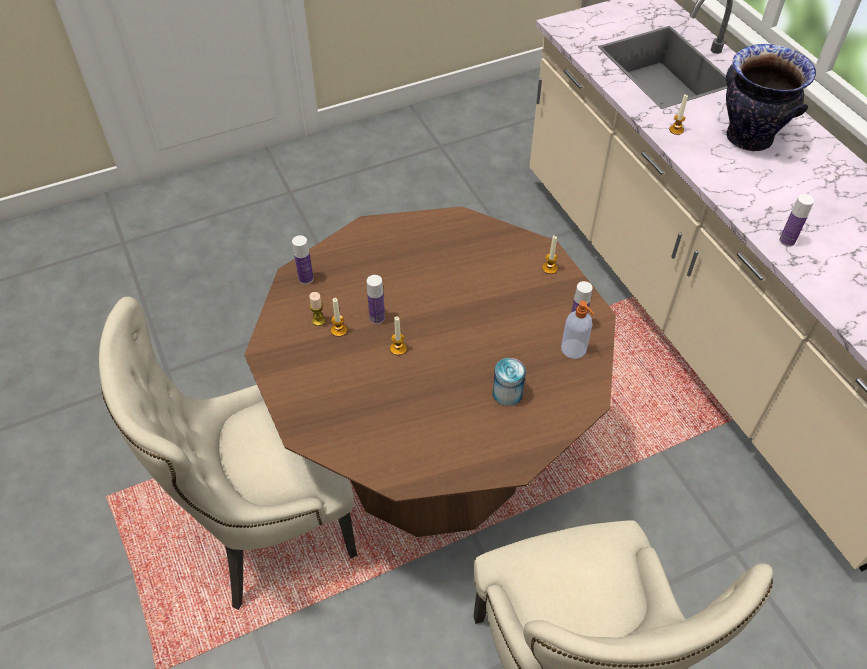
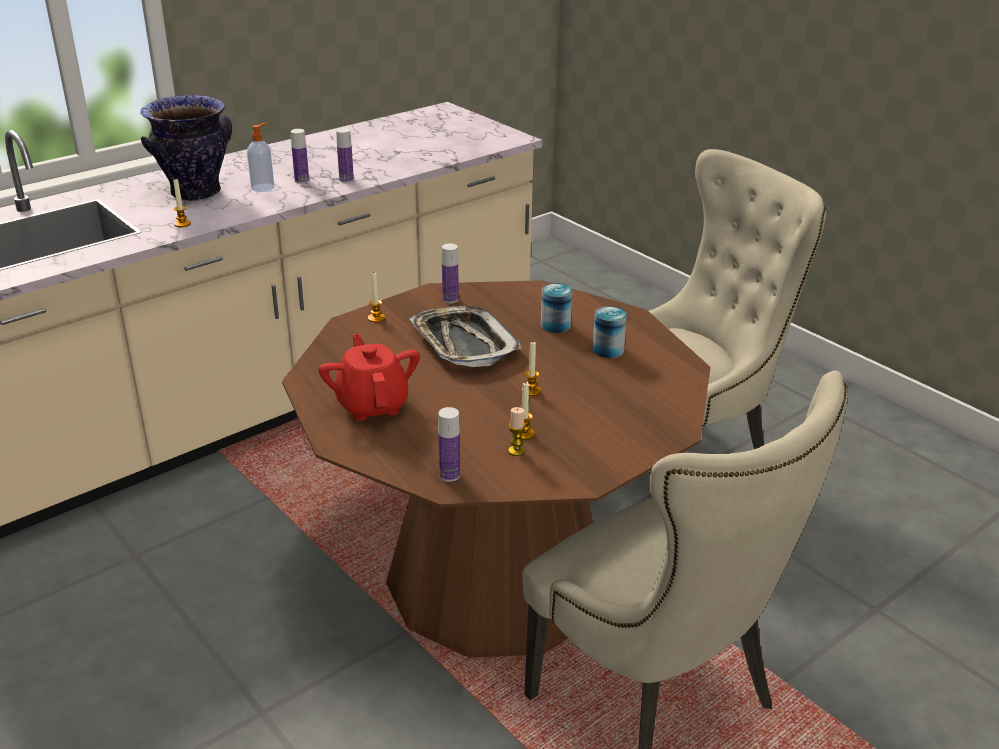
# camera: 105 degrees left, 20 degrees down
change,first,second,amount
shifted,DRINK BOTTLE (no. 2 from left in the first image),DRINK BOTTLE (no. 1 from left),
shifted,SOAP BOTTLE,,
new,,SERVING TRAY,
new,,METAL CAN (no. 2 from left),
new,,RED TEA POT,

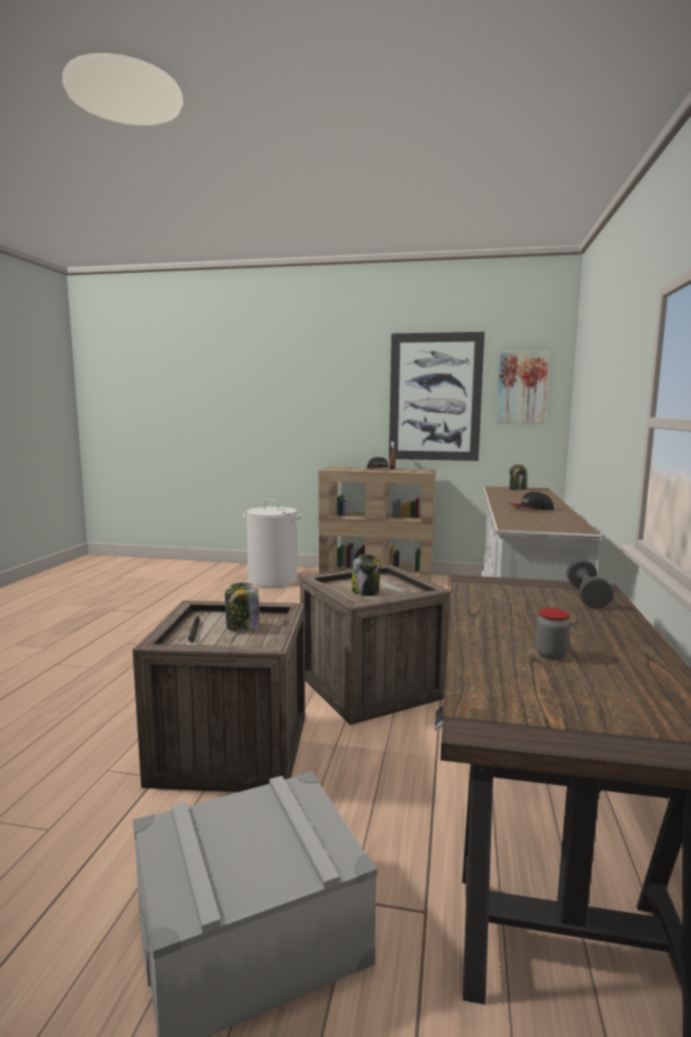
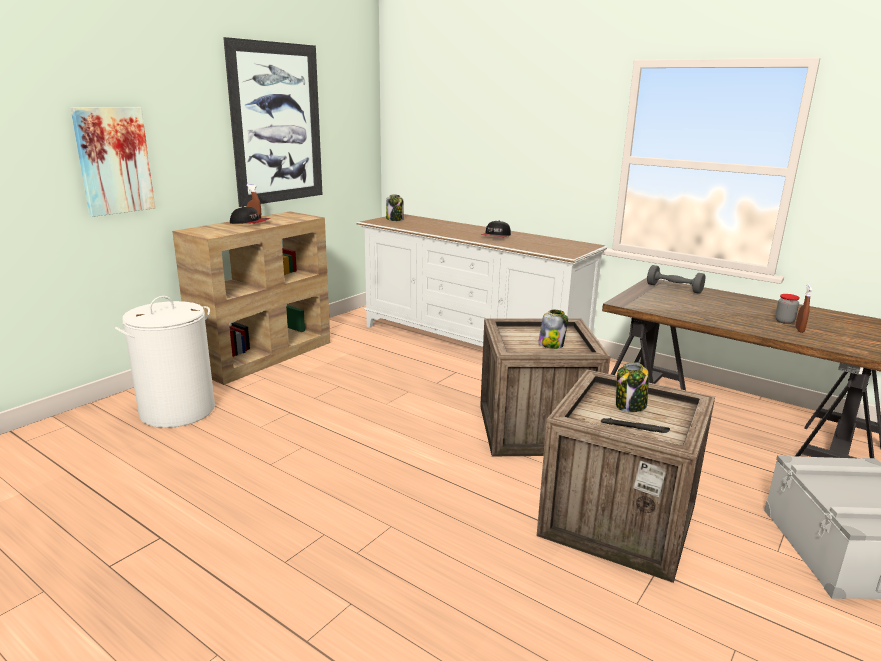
# camera: 65 degrees left, 10 degrees up
change,first,second,amount
shifted,PICTURE (no. 2 from left in the first image),PICTURE (no. 1 from left),
new,,BROWNISH SPRAYER (no. 2 from left),

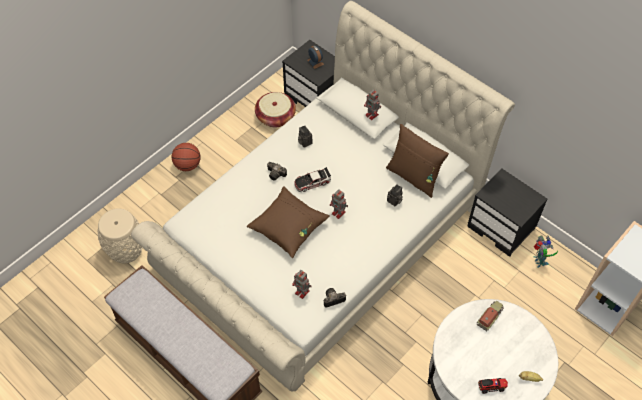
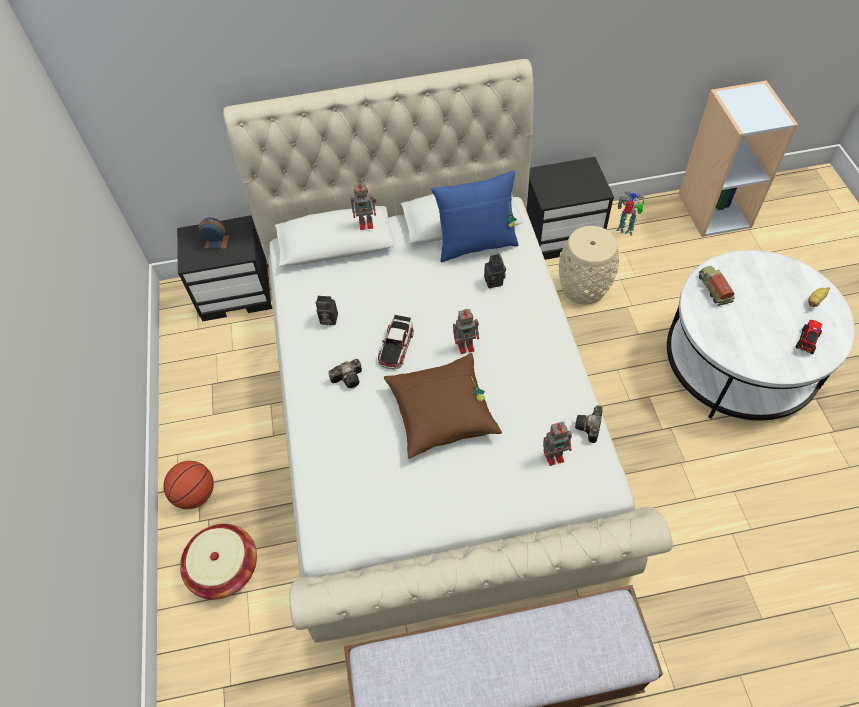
# camera: 50 degrees left, 0 degrees up
change,first,second,amount
shifted,HOUSEHOLD BASKET,,
repainted,BROWNISH THROW PILLOW (no. 2 from left),BLUE THROW PILLOW,
shifted,SAND-COLOURED STOOL SEAT,,

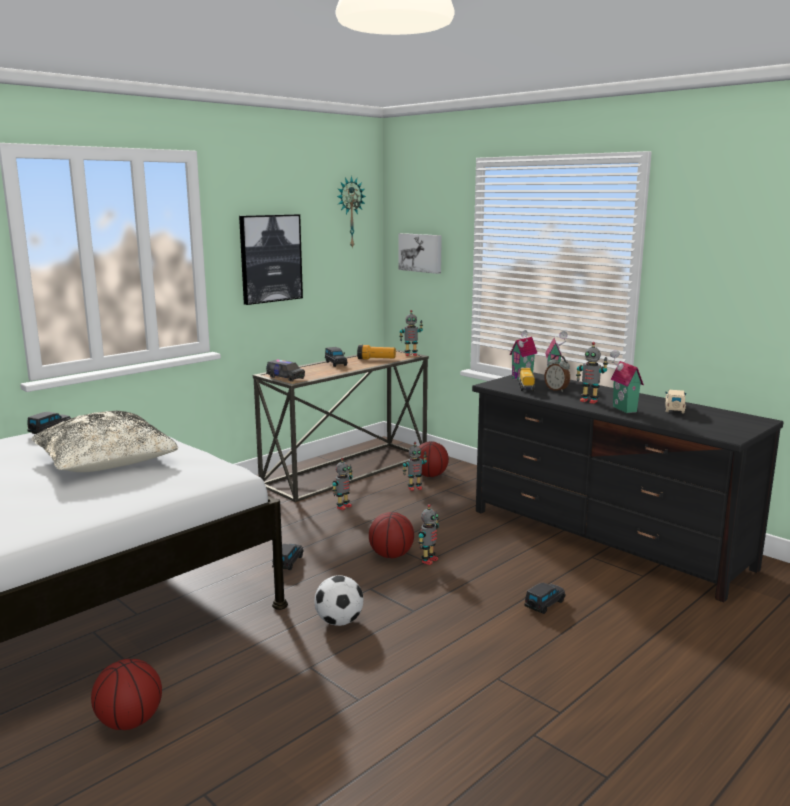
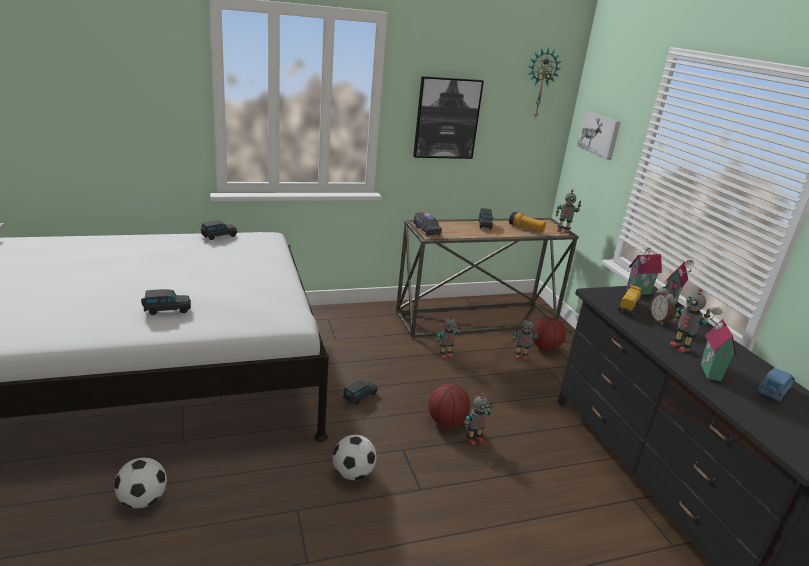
# camera: 25 degrees right, 10 degrees up
change,first,second,amount
repainted,SAND-COLOURED MINIATURE CAR,BLUE MINIATURE CAR,
gone,SAND-COLOURED THROW PILLOW,,
shifted,BLACK MINIATURE CAR (no. 4 from left in the first image),BLACK MINIATURE CAR (no. 1 from left),
swapped,BALL FOR BASKETBALL (no. 1 from left),FOOTBALL (no. 1 from left),

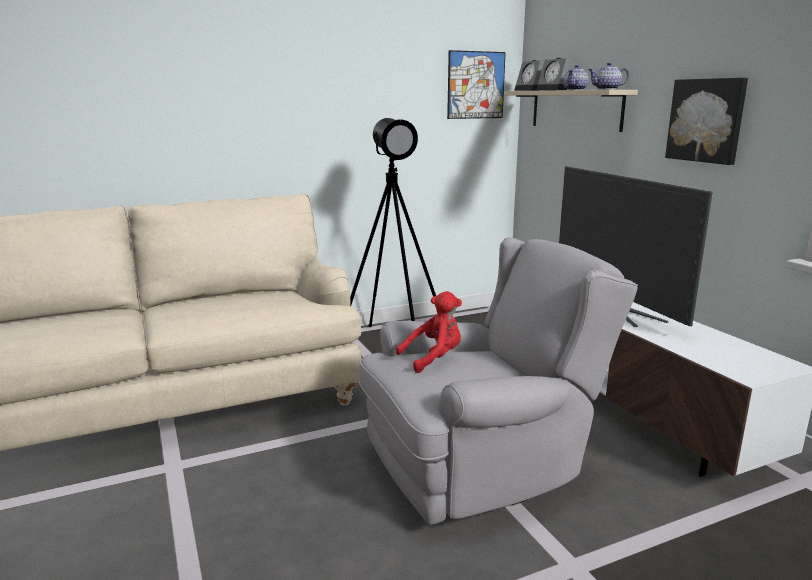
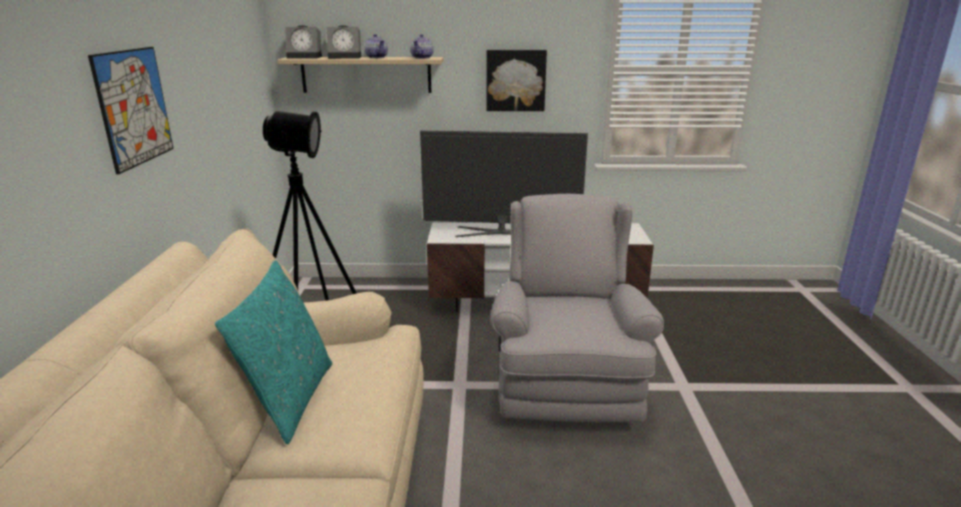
# camera: 65 degrees left, 5 degrees up
change,first,second,amount
shifted,PICTURE (no. 1 from left),,
gone,RED PLUSH TOY,,
new,,BLUE-GREEN THROW PILLOW,

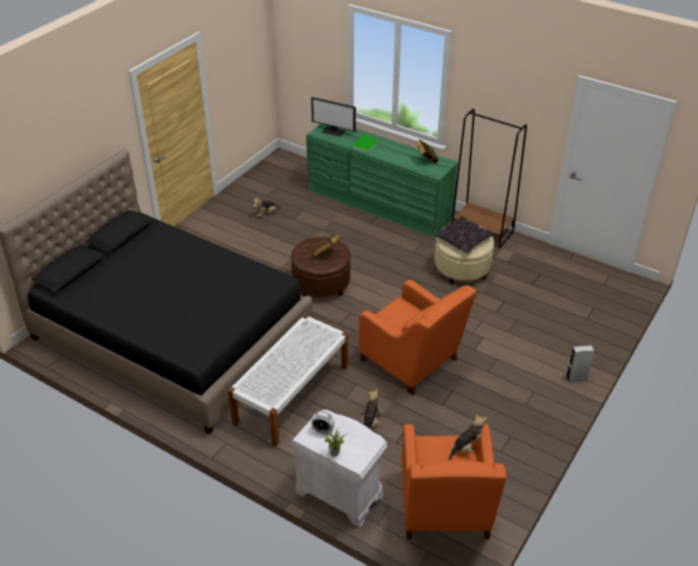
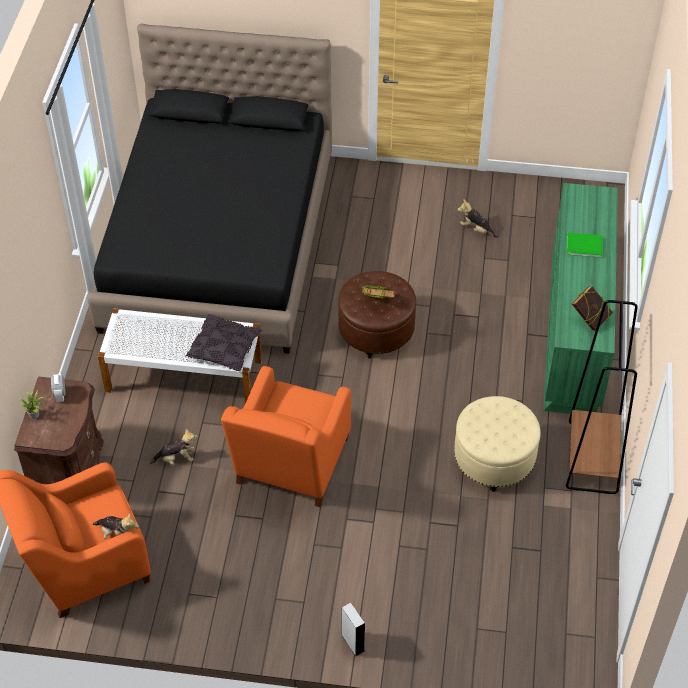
# camera: 65 degrees right, 10 degrees up
change,first,second,amount
gone,COMPUTER DISPLAY,,
shifted,BLACK THROW PILLOW,,
repainted,WHITISH BEDSIDE TABLE,BROWNISH BEDSIDE TABLE,

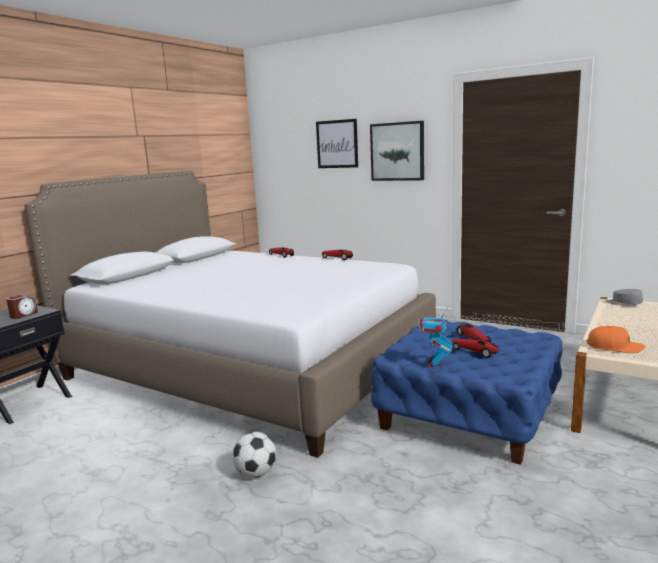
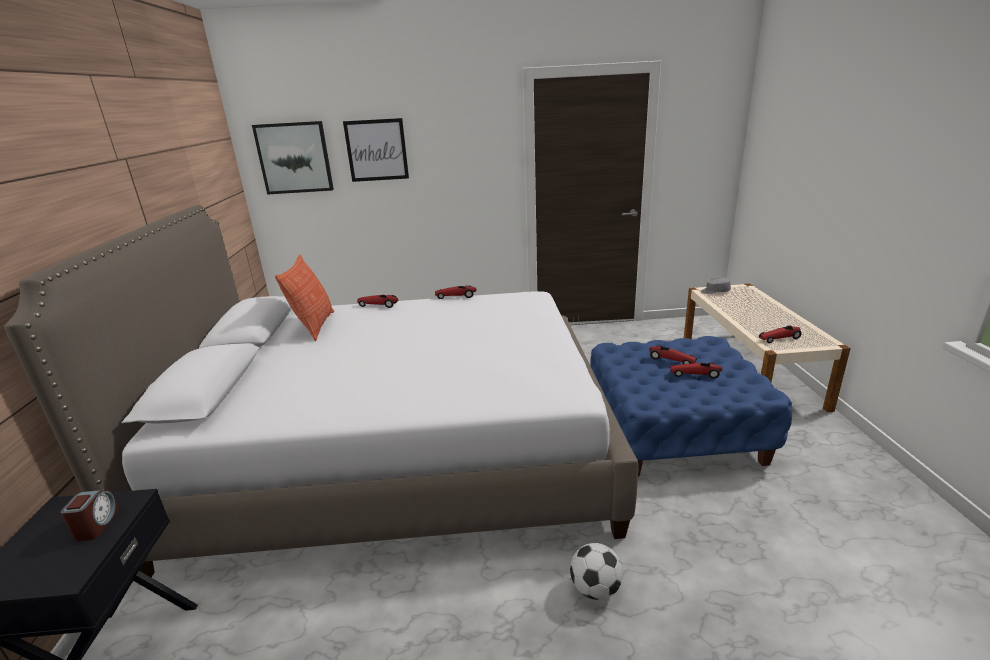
# camera: 35 degrees left, 10 degrees up
change,first,second,amount
shifted,PICTURE (no. 2 from left in the first image),PICTURE (no. 1 from left),
gone,TOY ROBOT,,
swapped,ORANGE BASEBALL CAP,MINIATURE CAR (no. 5 from left),
new,,ORANGE THROW PILLOW,

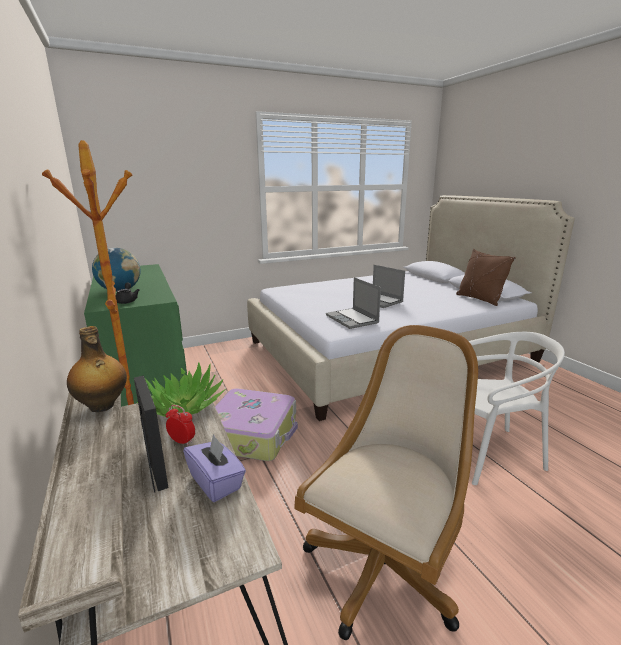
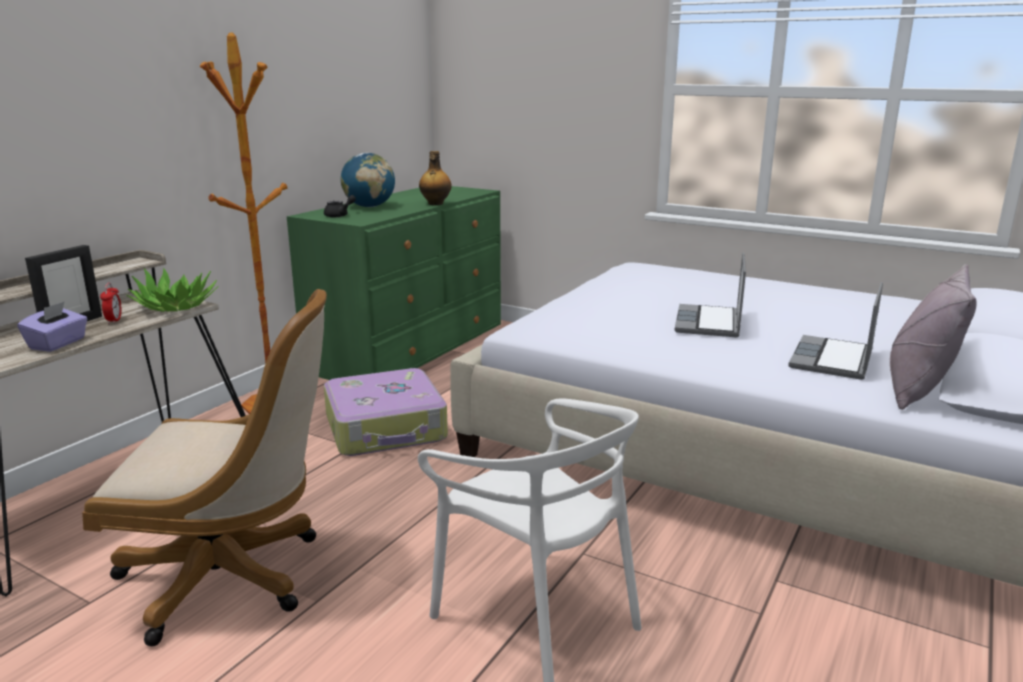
# camera: 55 degrees right, 0 degrees up
change,first,second,amount
repainted,BROWNISH THROW PILLOW,PURPLISH THROW PILLOW,
shifted,LAPTOP (no. 1 from left in the first image),LAPTOP (no. 2 from left),
shifted,DRINK BOTTLE,,

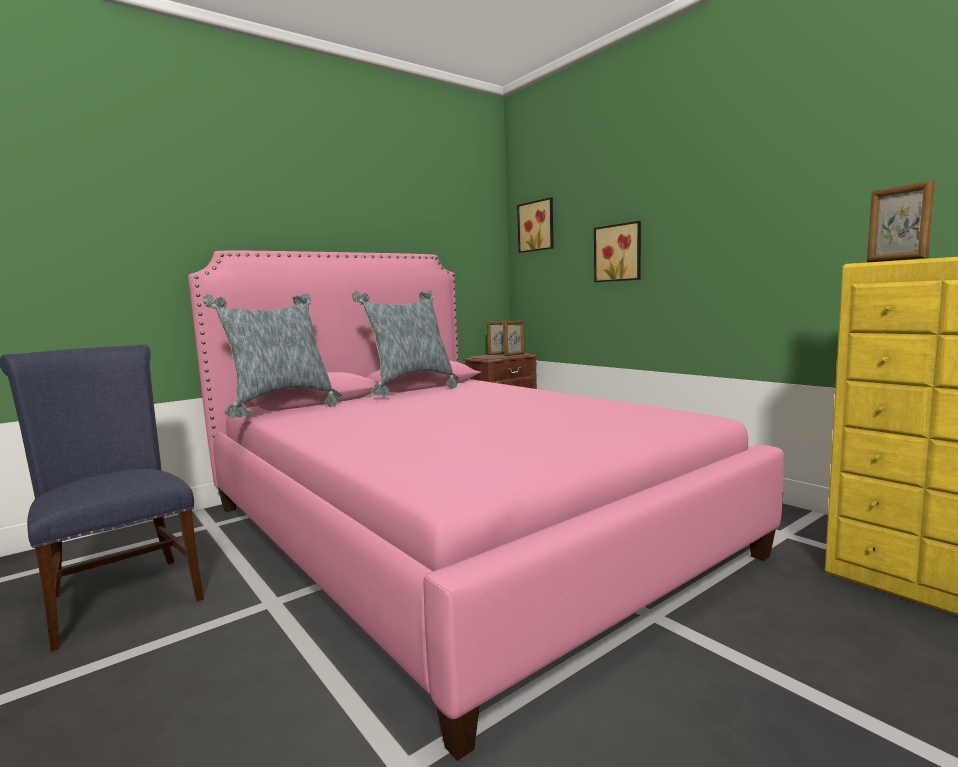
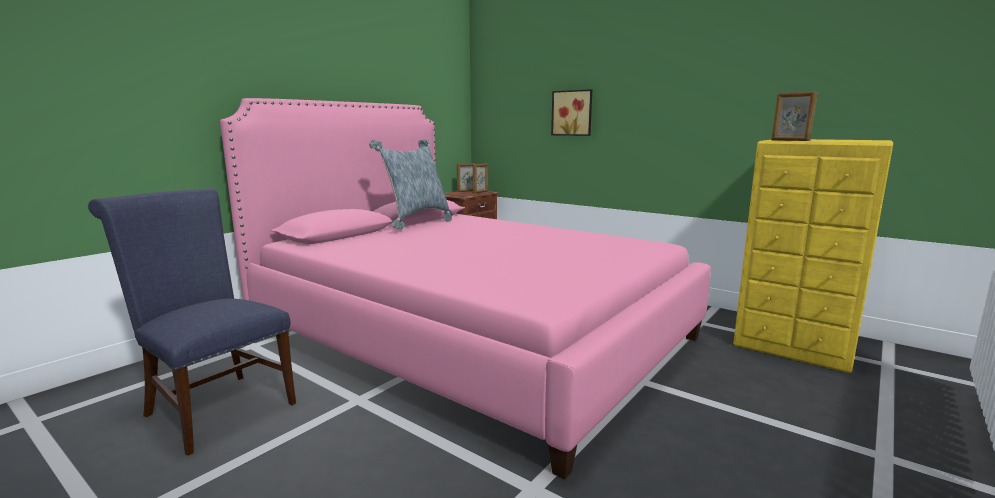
# camera: 15 degrees left, 5 degrees up
change,first,second,amount
gone,PICTURE (no. 1 from left),,
gone,THROW PILLOW (no. 1 from left),,

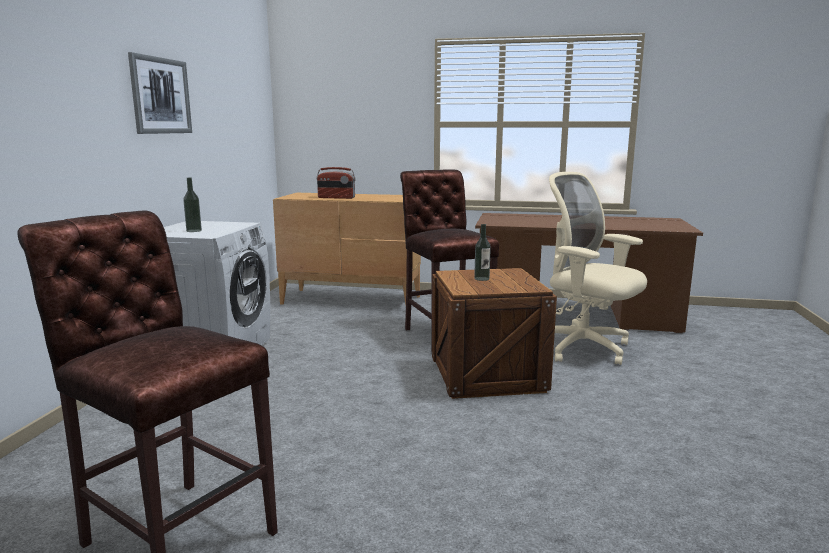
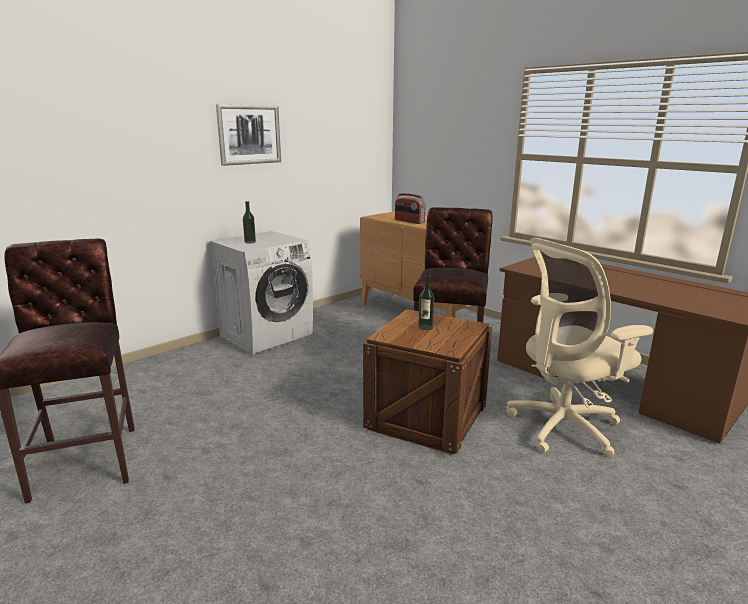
# camera: 35 degrees right, 5 degrees up
change,first,second,amount
rotated,SAND-COLOURED OFFICE CHAIR,,105 degrees counterclockwise

